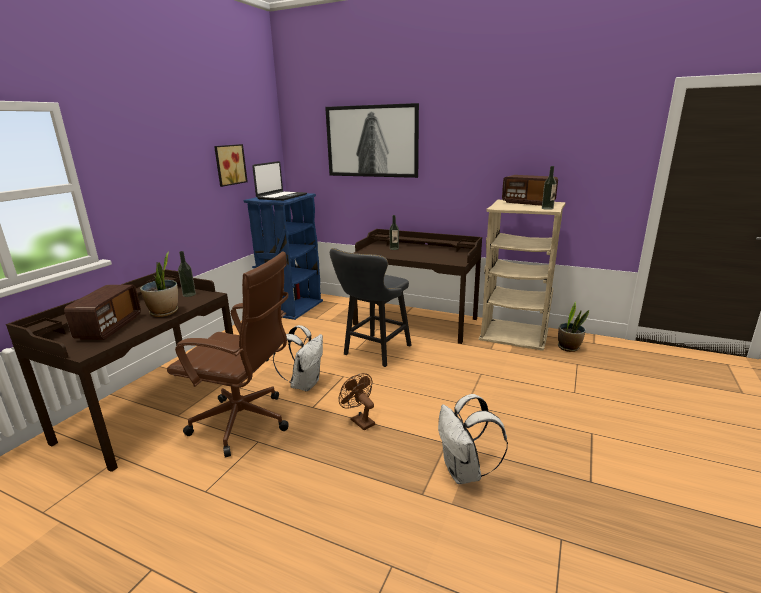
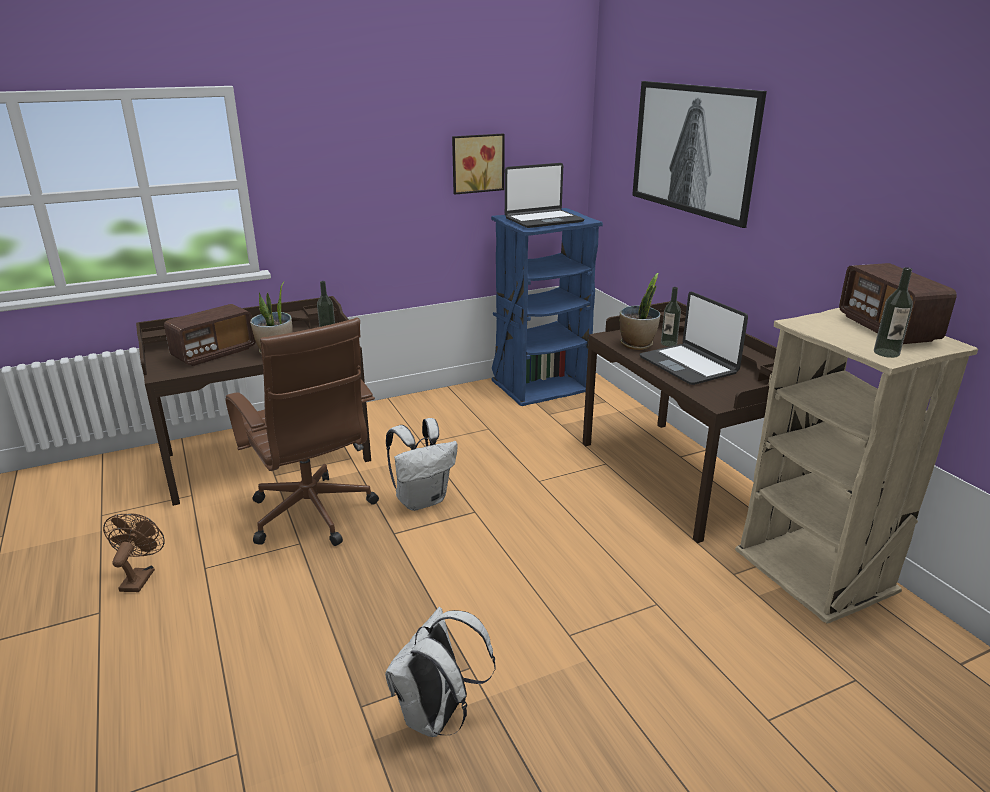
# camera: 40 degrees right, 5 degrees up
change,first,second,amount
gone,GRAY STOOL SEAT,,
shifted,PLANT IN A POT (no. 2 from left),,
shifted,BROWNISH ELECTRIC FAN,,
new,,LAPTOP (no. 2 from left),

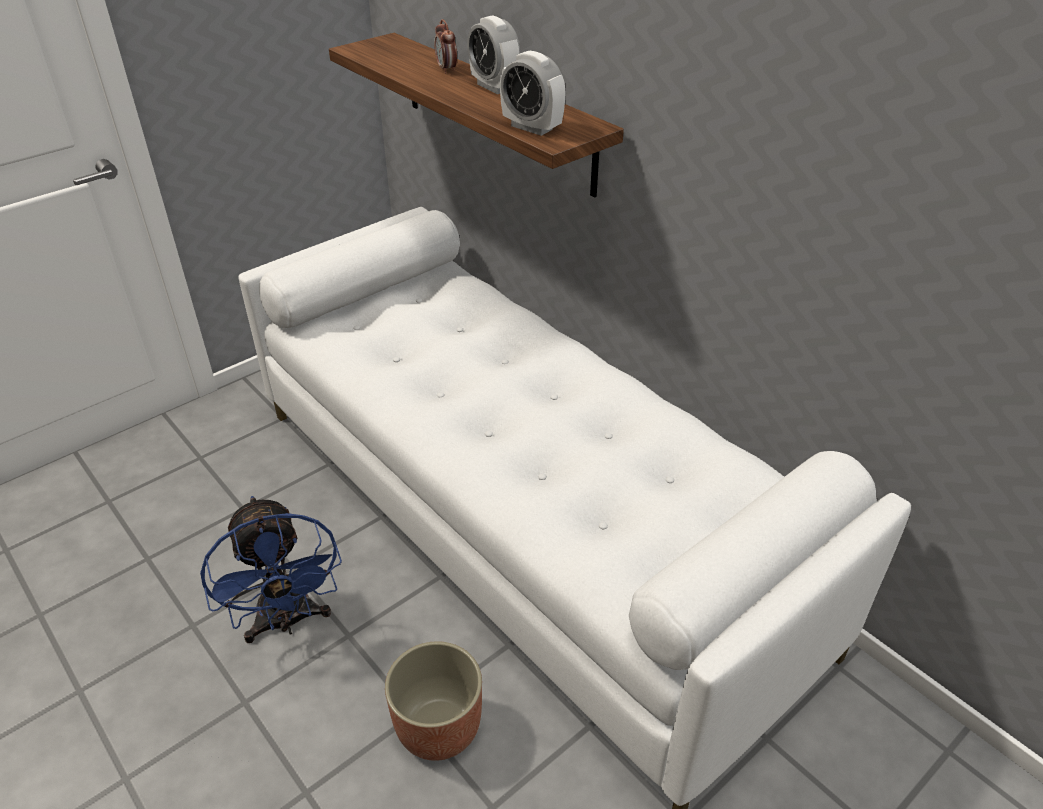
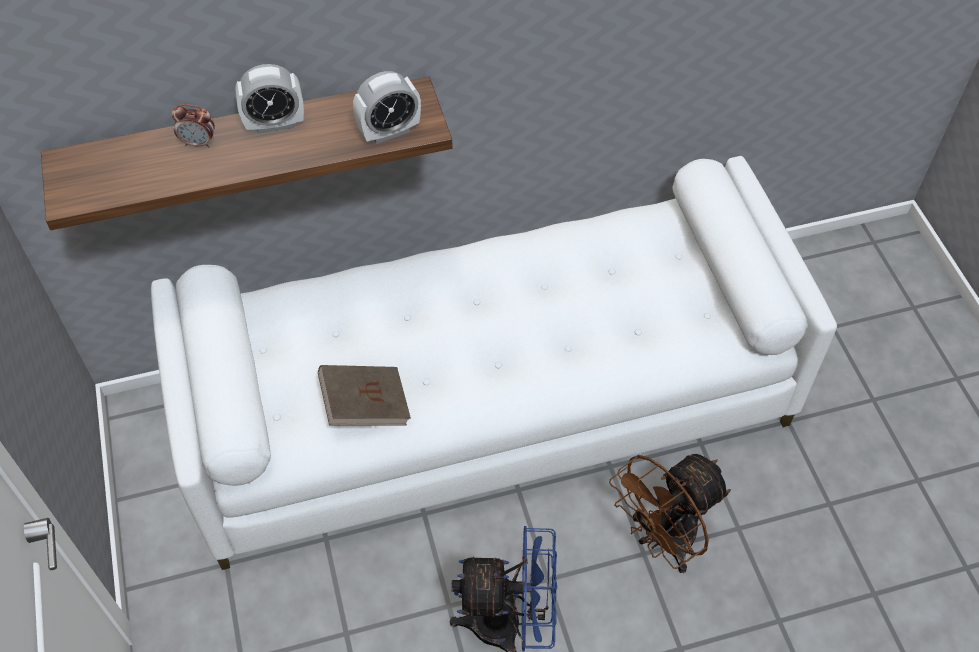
# camera: 65 degrees left, 15 degrees up
change,first,second,amount
swapped,FLOWER POT,BROWNISH ELECTRIC FAN,
new,,BROWNISH BOOK,

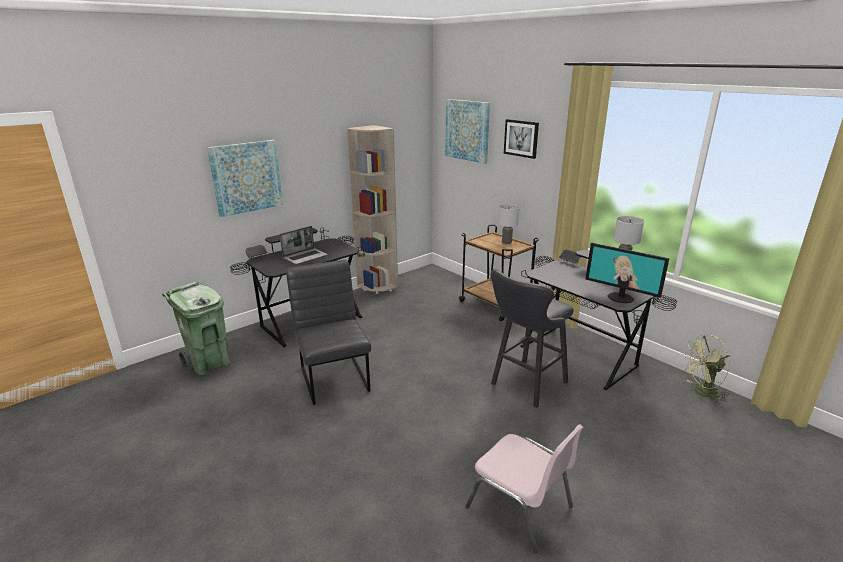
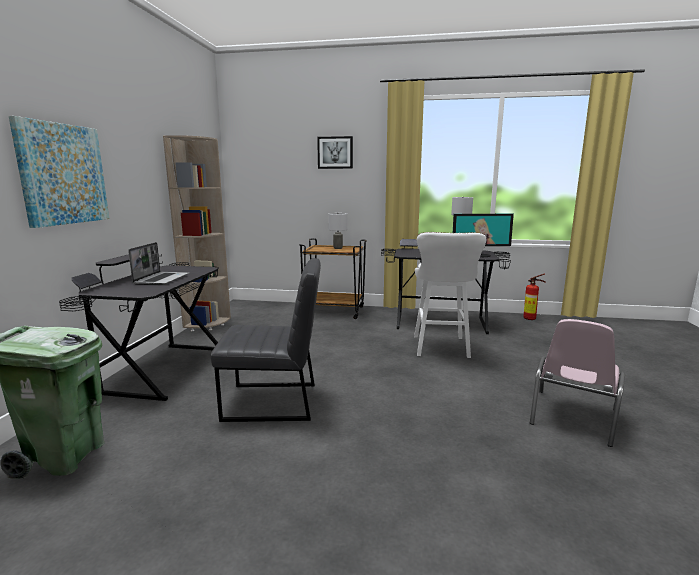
# camera: 40 degrees left, 10 degrees down
change,first,second,amount
gone,PICTURE (no. 2 from left),,
rotated,GRAY UPRIGHT CHAIR,,150 degrees clockwise
repainted,BLACK STOOL SEAT,WHITISH STOOL SEAT,
swapped,GREEN-COLOURED ELECTRIC FAN,FIRE EXTINGUISHER,
rotated,PINK UPRIGHT CHAIR,,120 degrees clockwise

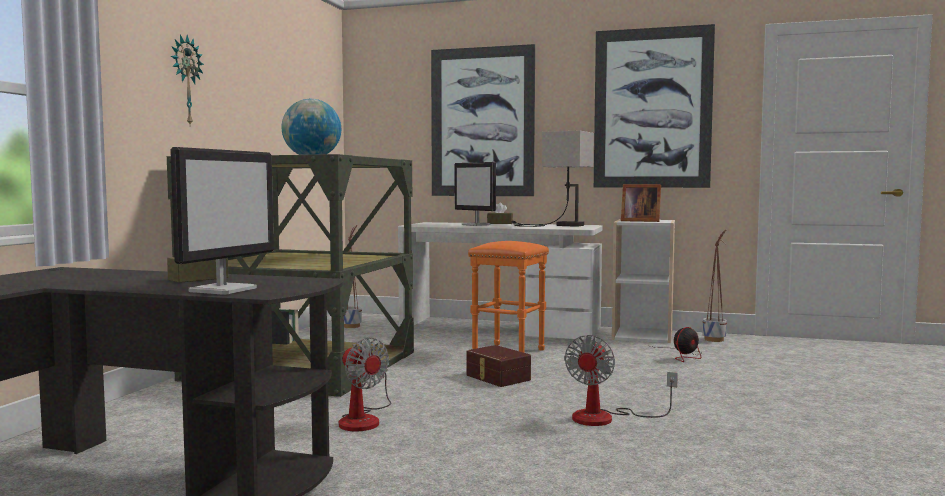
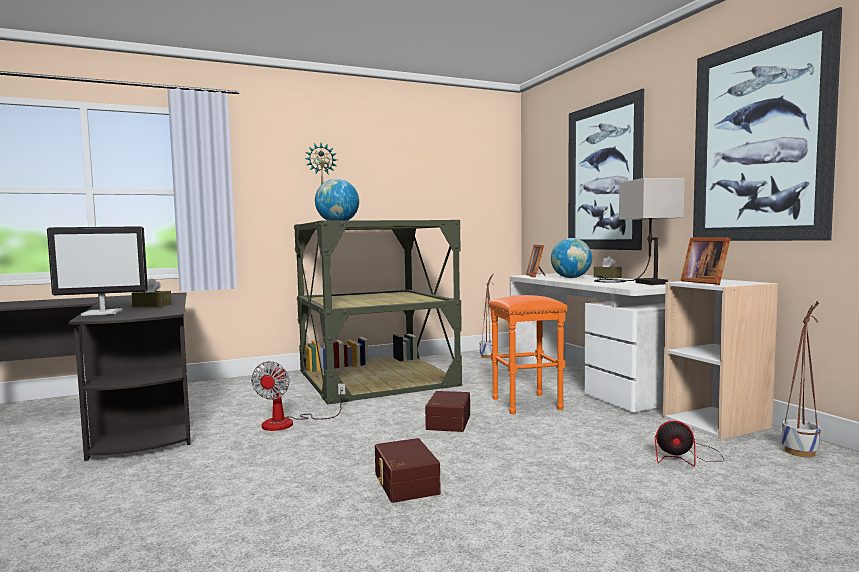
# camera: 50 degrees right, 0 degrees up
change,first,second,amount
swapped,COMPUTER DISPLAY (no. 2 from left),DESK GLOBE (no. 2 from left),
swapped,ELECTRIC FAN (no. 2 from left),BROWNISH STORAGE BOX (no. 1 from left),
new,,PHOTO FRAME (no. 1 from left),

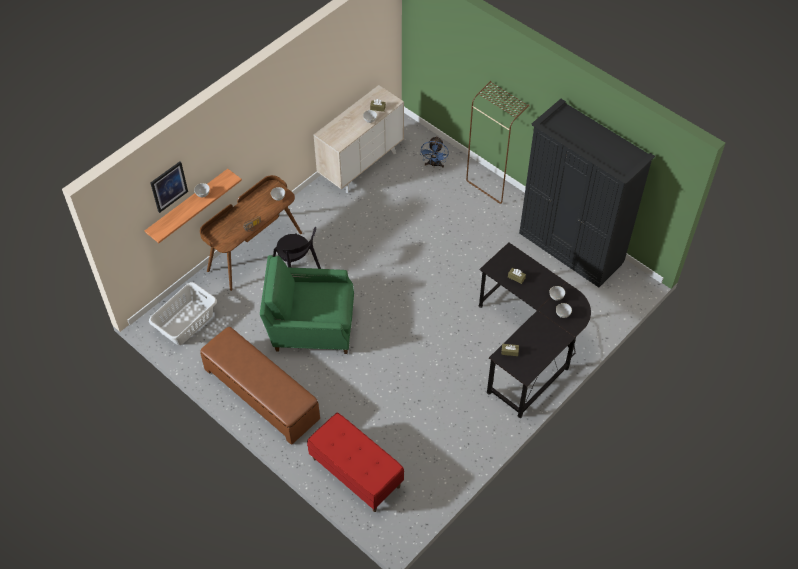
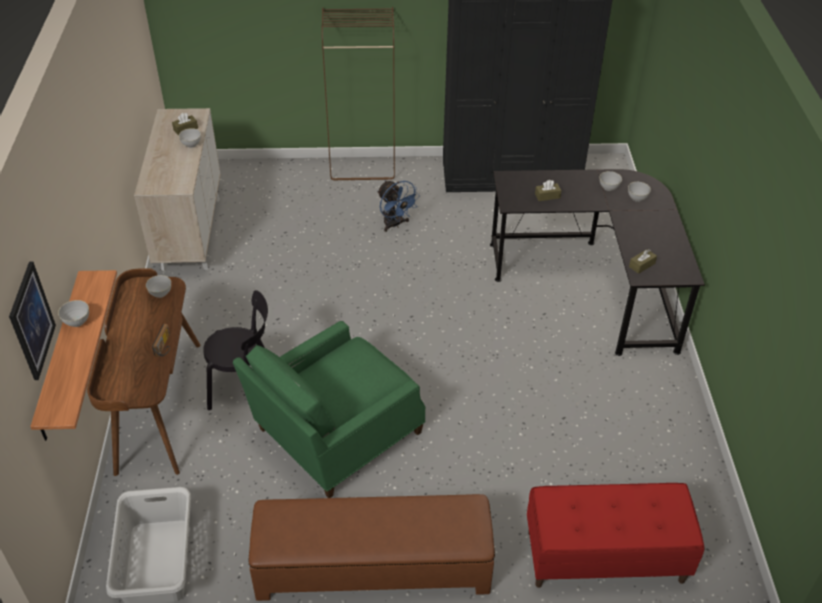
# camera: 45 degrees left, 10 degrees down
change,first,second,amount
shifted,BLUE ELECTRIC FAN,,

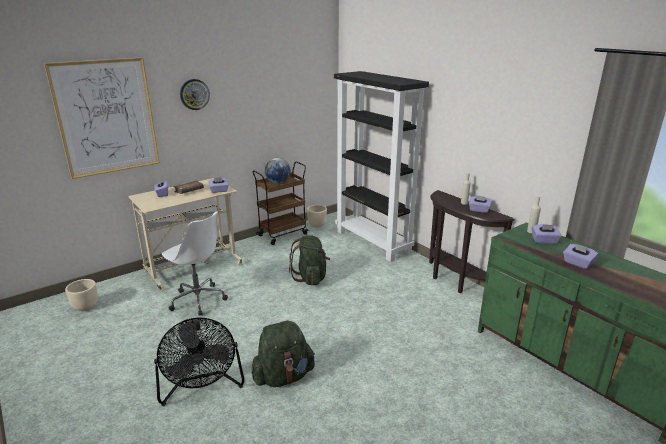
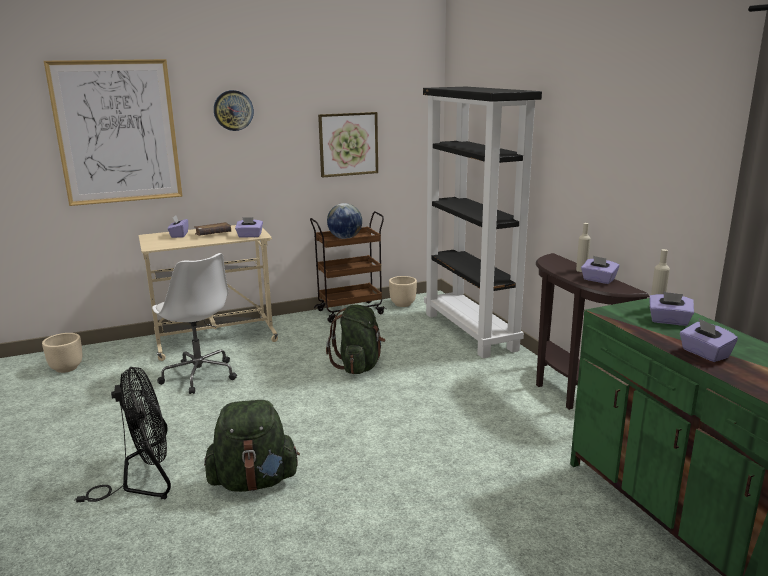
# camera: 15 degrees right, 5 degrees down
change,first,second,amount
rotated,BLACK ELECTRIC FAN,,105 degrees counterclockwise
new,,PICTURE (no. 2 from left),

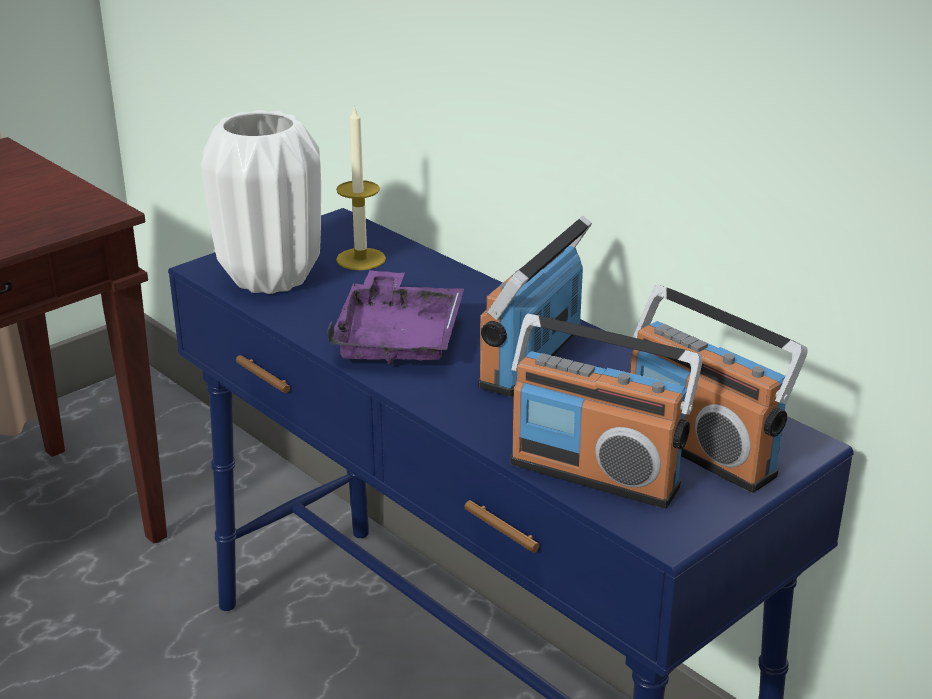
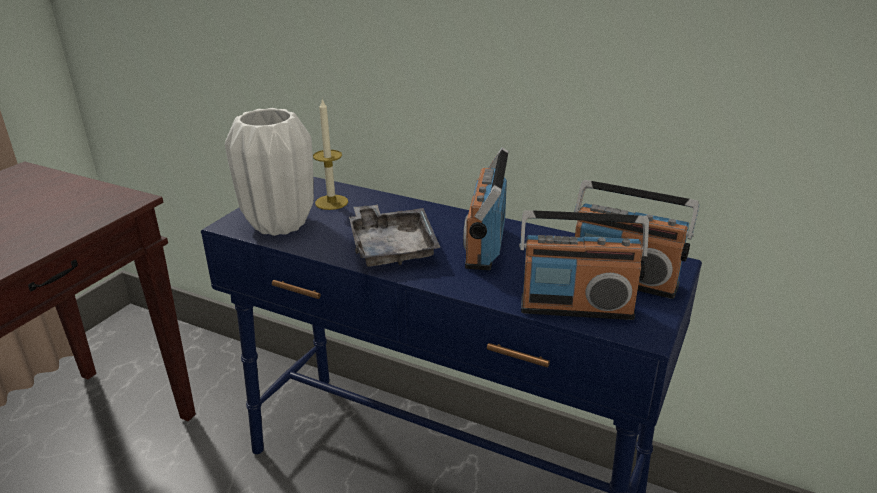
# camera: 20 degrees left, 0 degrees up
change,first,second,amount
repainted,PURPLISH SERVING TRAY,GRAY SERVING TRAY,

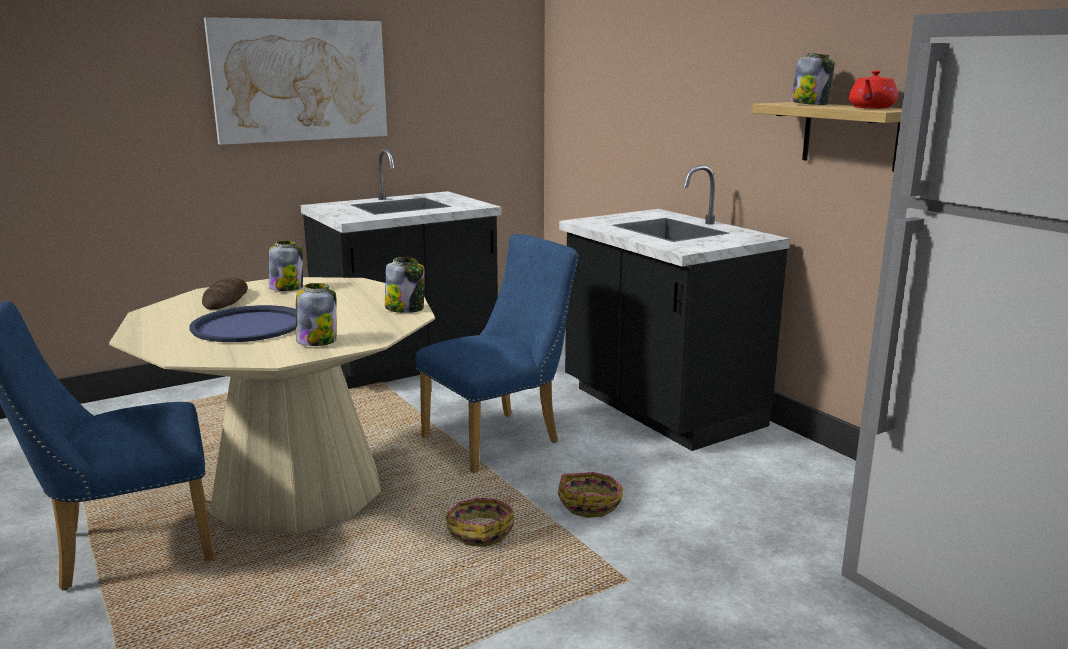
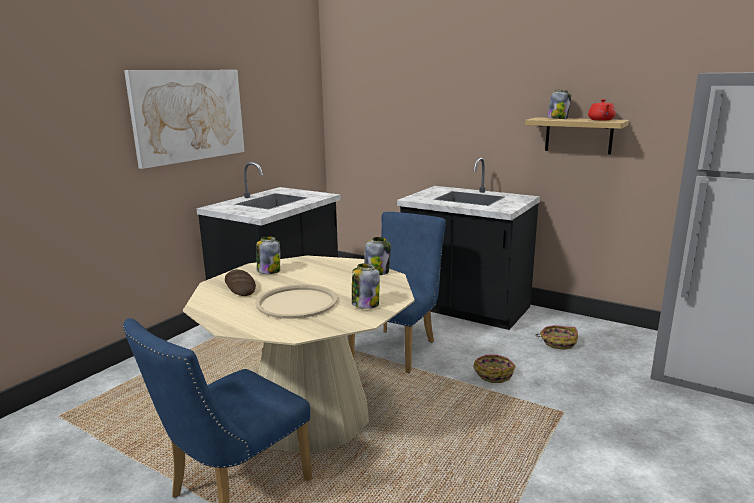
# camera: 25 degrees left, 0 degrees up
change,first,second,amount
repainted,BLUE SERVING TRAY,SAND-COLOURED SERVING TRAY,
shifted,HOUSEHOLD BASKET (no. 1 from left in the first image),HOUSEHOLD BASKET (no. 2 from left),

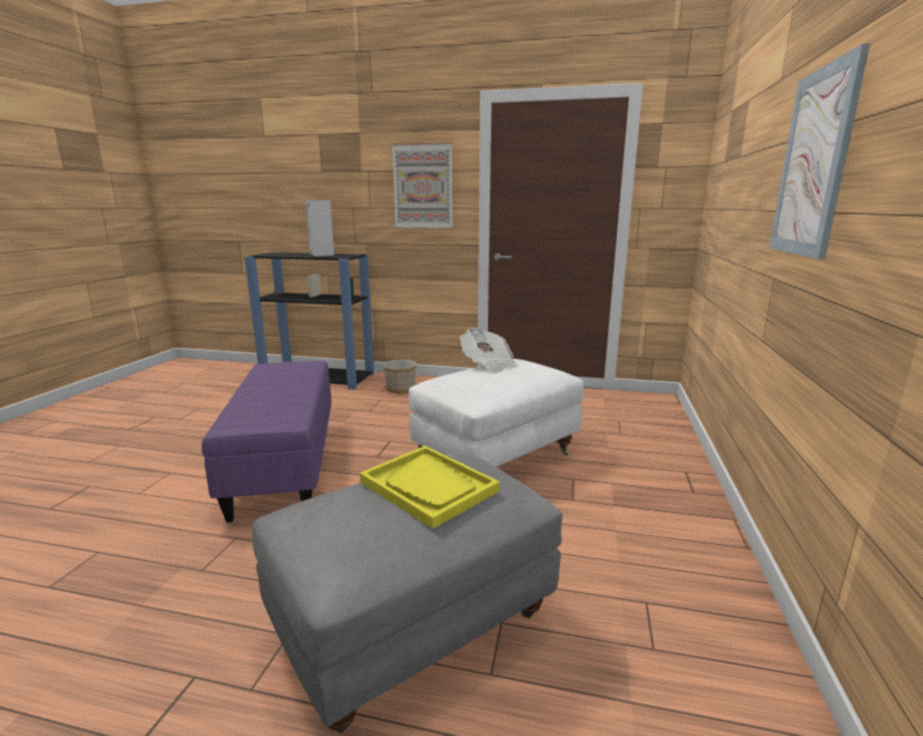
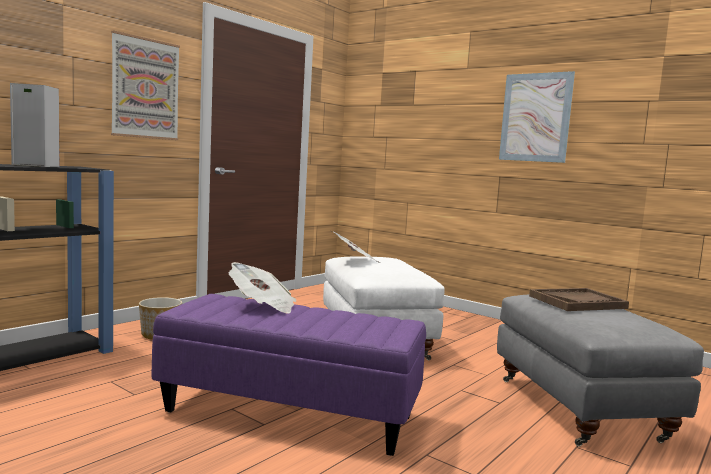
# camera: 65 degrees left, 10 degrees down
change,first,second,amount
repainted,YELLOW SERVING TRAY,BROWNISH SERVING TRAY,
new,,PRINTED PAPER (no. 1 from left),

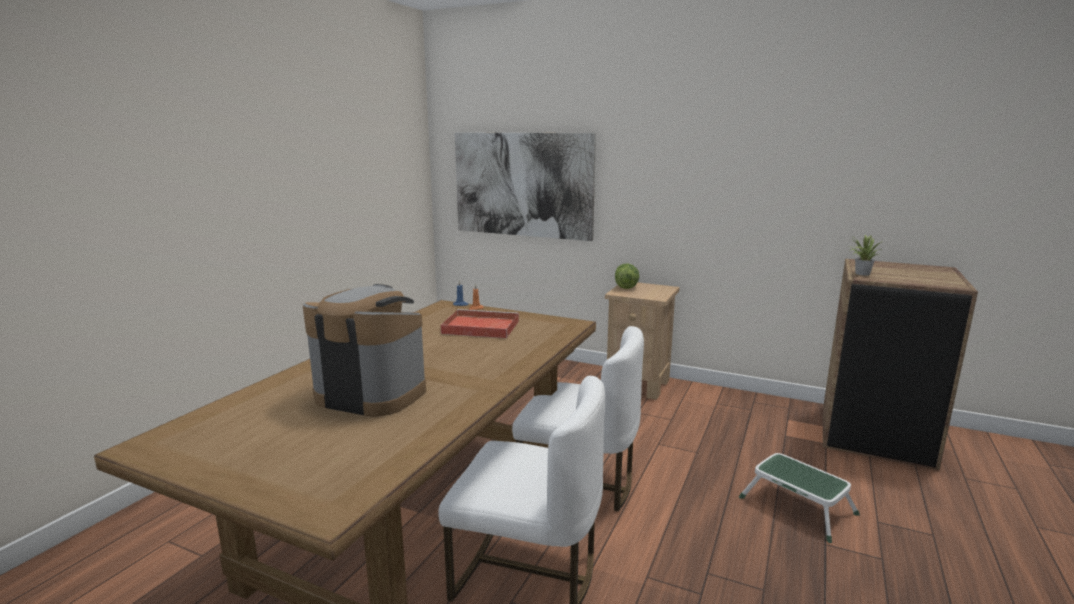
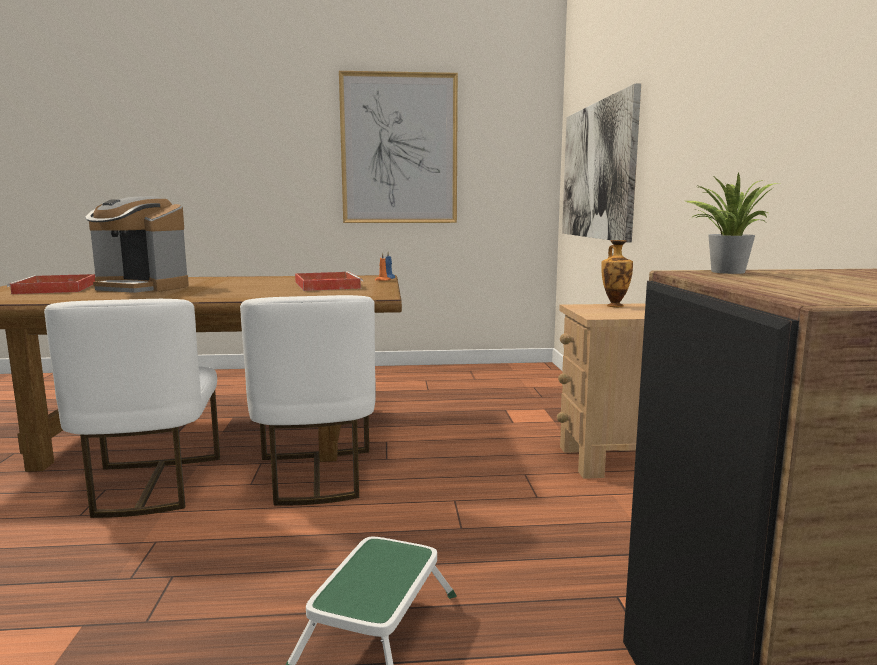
# camera: 60 degrees right, 5 degrees down
change,first,second,amount
swapped,LETTUCE,DECORATIVE VASE,
rotated,COFFEE MAKER,,120 degrees clockwise
new,,PICTURE (no. 1 from left),
new,,RED SERVING TRAY (no. 1 from left),

